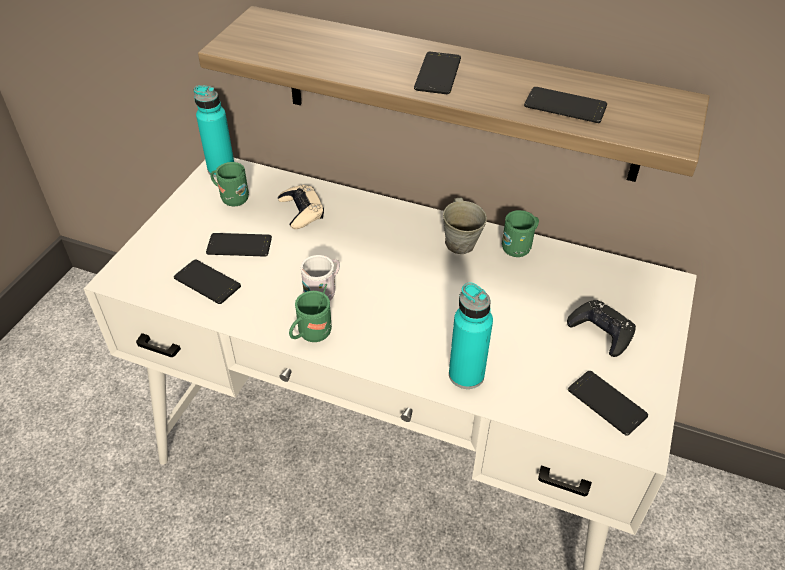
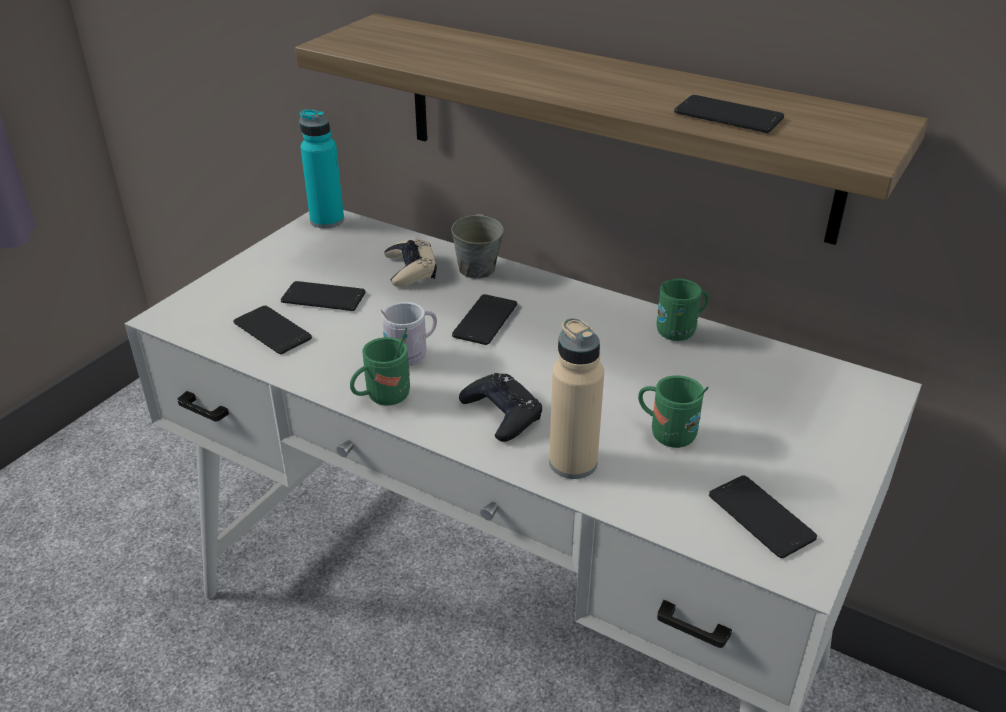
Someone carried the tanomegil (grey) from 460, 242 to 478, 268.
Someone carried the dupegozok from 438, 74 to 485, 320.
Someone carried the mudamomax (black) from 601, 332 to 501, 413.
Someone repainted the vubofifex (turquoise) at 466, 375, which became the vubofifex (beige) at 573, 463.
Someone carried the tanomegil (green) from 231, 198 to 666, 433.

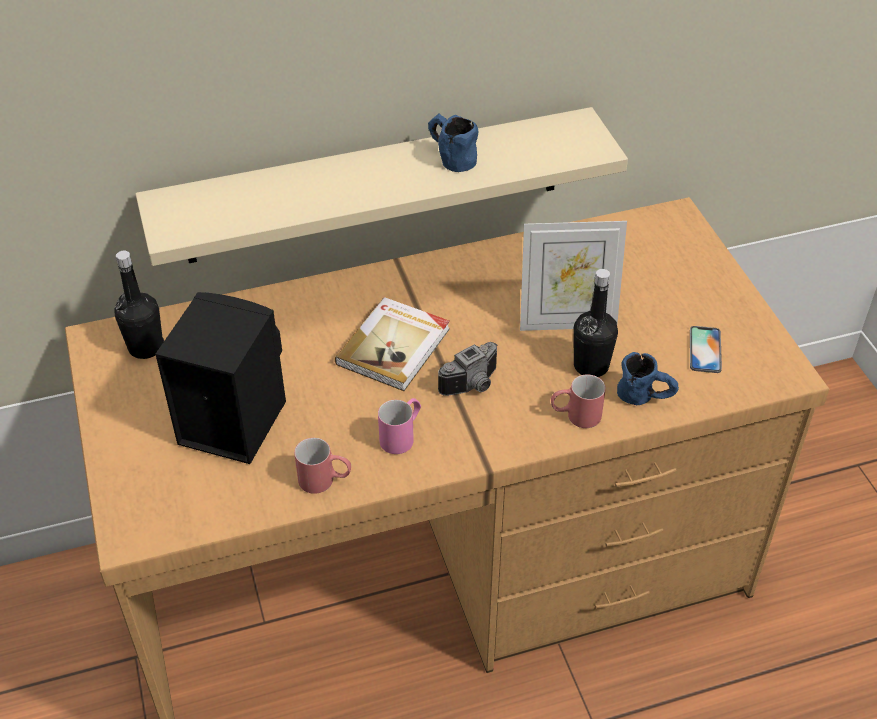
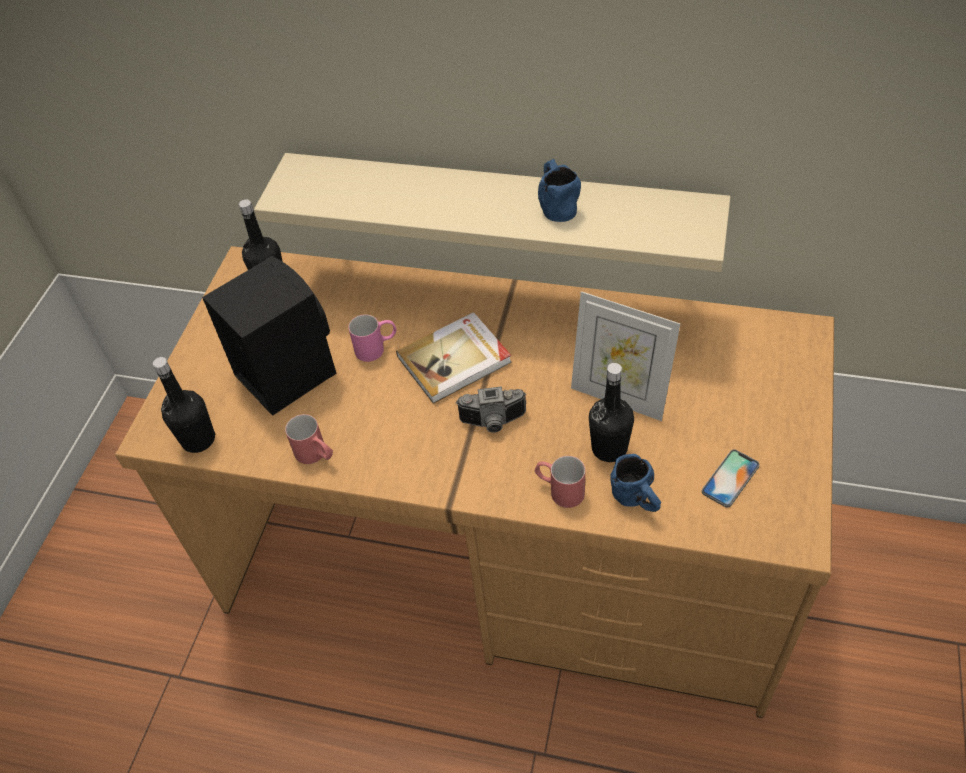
Someone put down the vubofifex (black) at 198, 439.
Someone carried the tanomegil (pink) from 402, 435 to 377, 348.

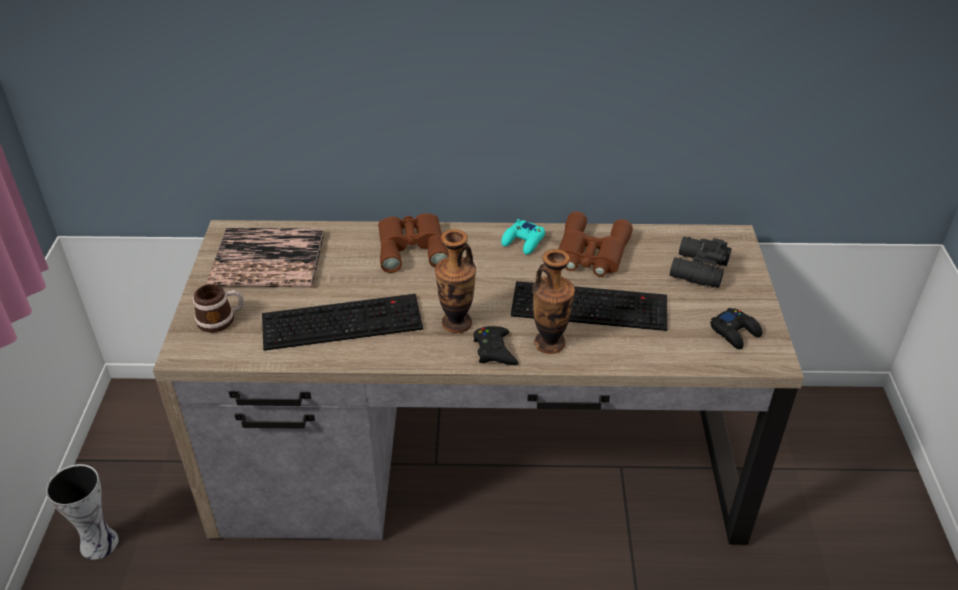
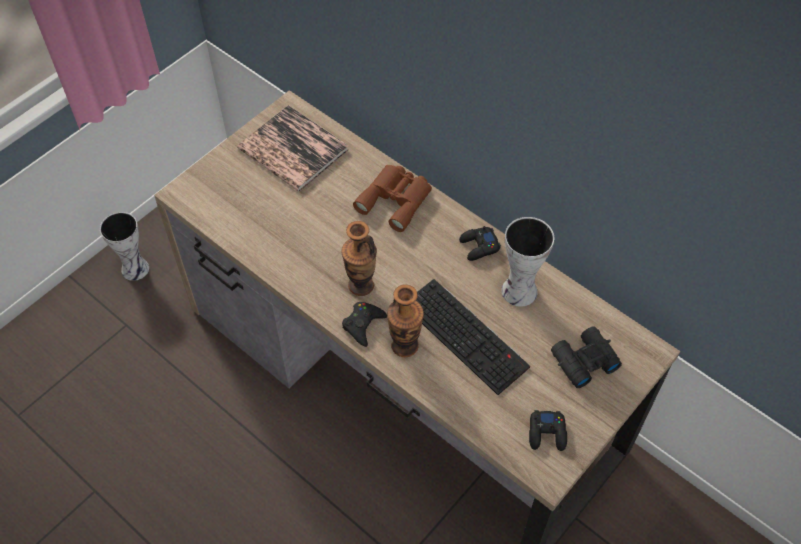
Someone repainted the mudamomax (turquoise) at 523, 241, which became the mudamomax (black) at 479, 246.
Someone swapped the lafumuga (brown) at 591, 253 for the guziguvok at 517, 291.
Someone took away the tanomegil at 221, 319.
Someone took away the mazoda at 343, 321.

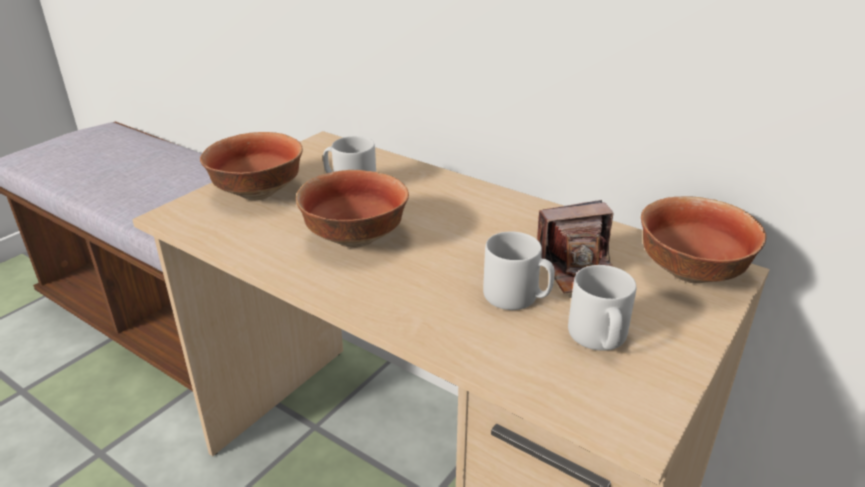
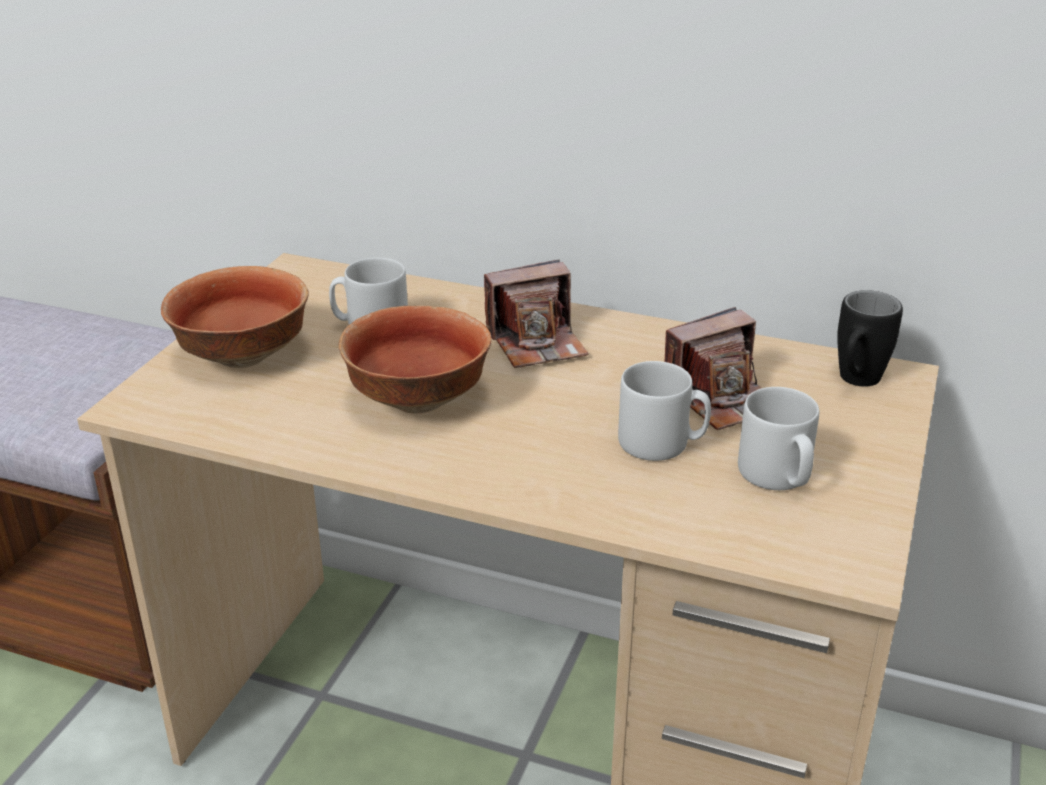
Someone put down the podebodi at 537, 343.
Someone swapped the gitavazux at 693, 272 for the tanomegil (black) at 855, 383.

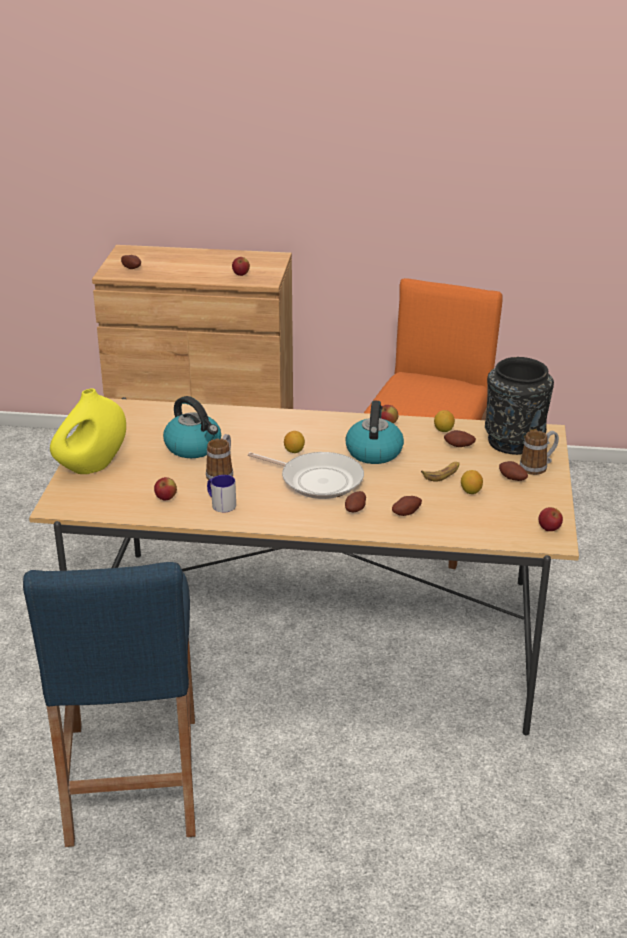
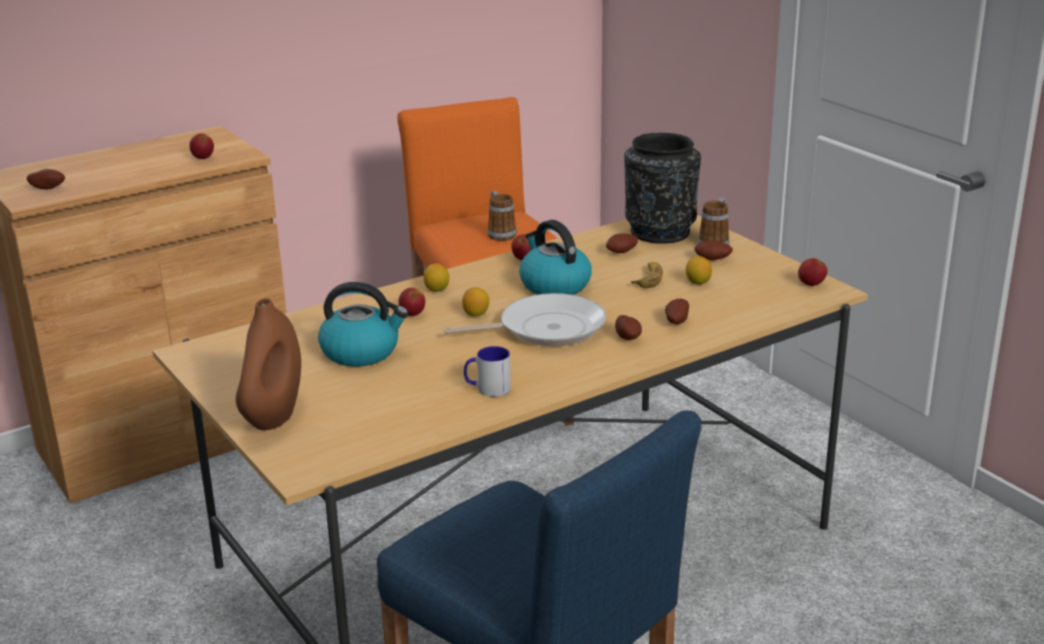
Someone repainted the guziguvok (yellow) at 92, 467, which became the guziguvok (brown) at 273, 417.
Someone carried the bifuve from 166, 498 to 412, 314.
Someone carried the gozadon from 443, 430 to 437, 290.
Someone carried the tanomegil from 222, 474 to 500, 233.

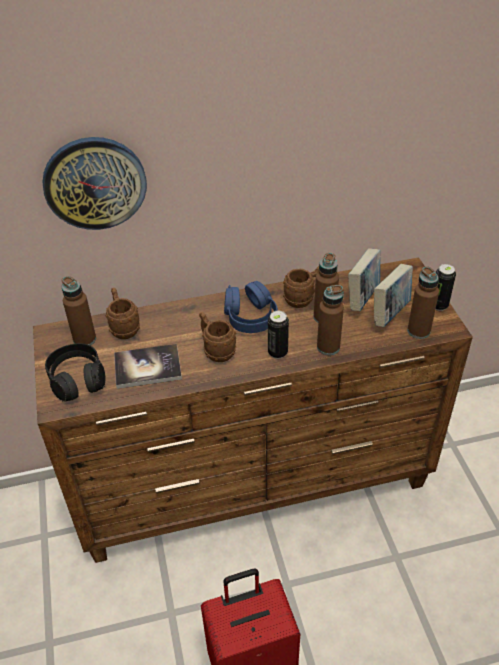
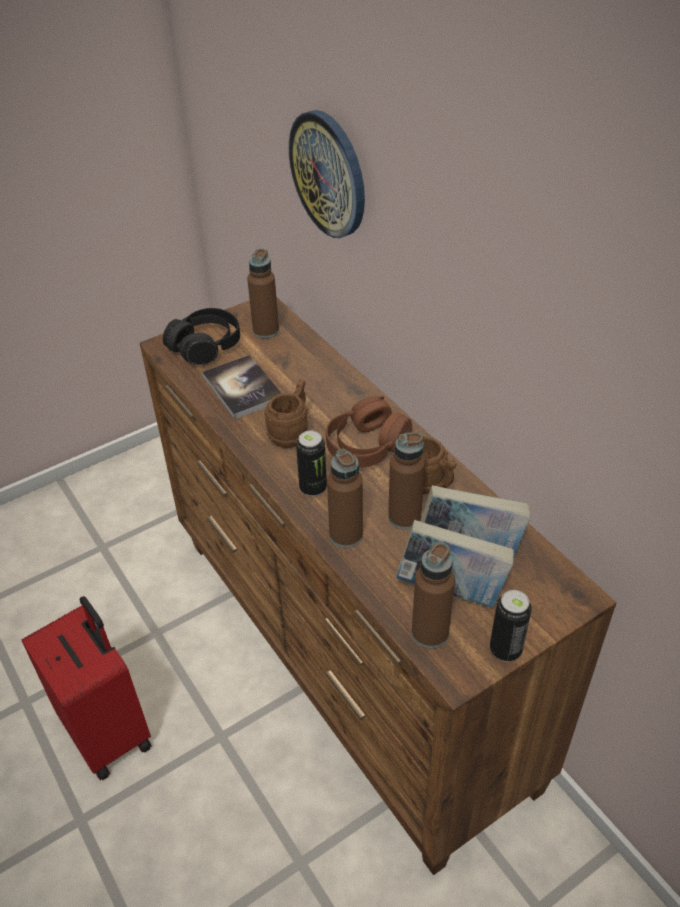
Someone repainted the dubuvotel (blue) at 250, 317, which became the dubuvotel (brown) at 367, 446.
Someone took away the tanomegil (brown) at 124, 328.

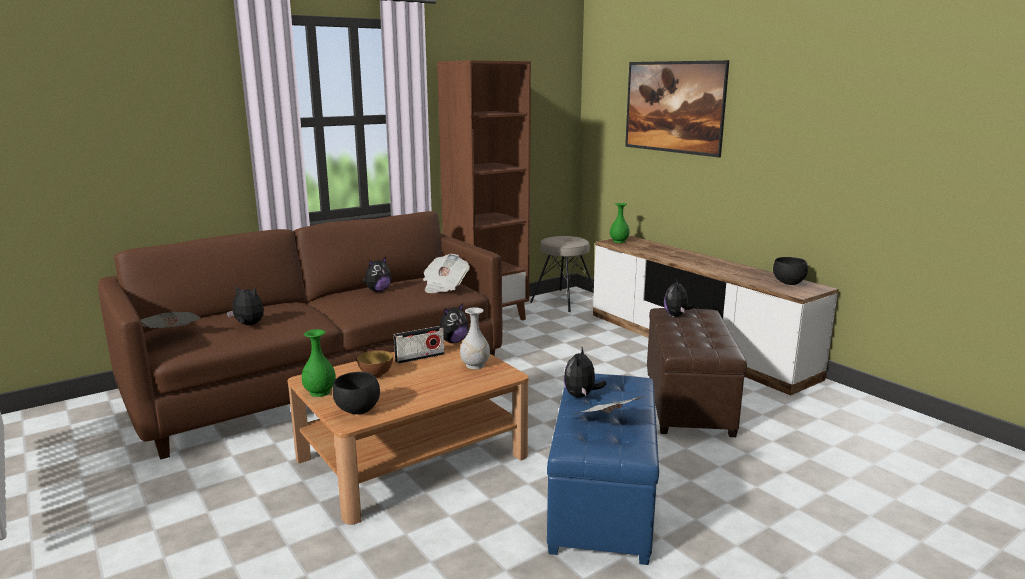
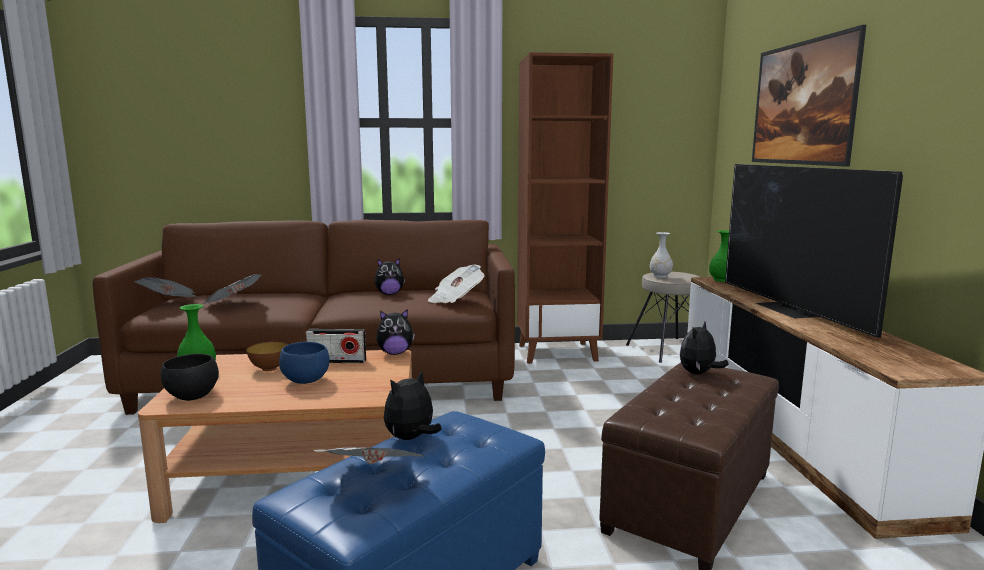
Someone swapped the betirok at 248, 325 for the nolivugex at 233, 304.
Someone put down the gitavazux (blue) at 307, 381.
Someone carried the guziguvok (white) from 474, 365 to 660, 276.
Someone put down the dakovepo at 790, 309.
Someone took away the gitavazux (black) at 789, 283.

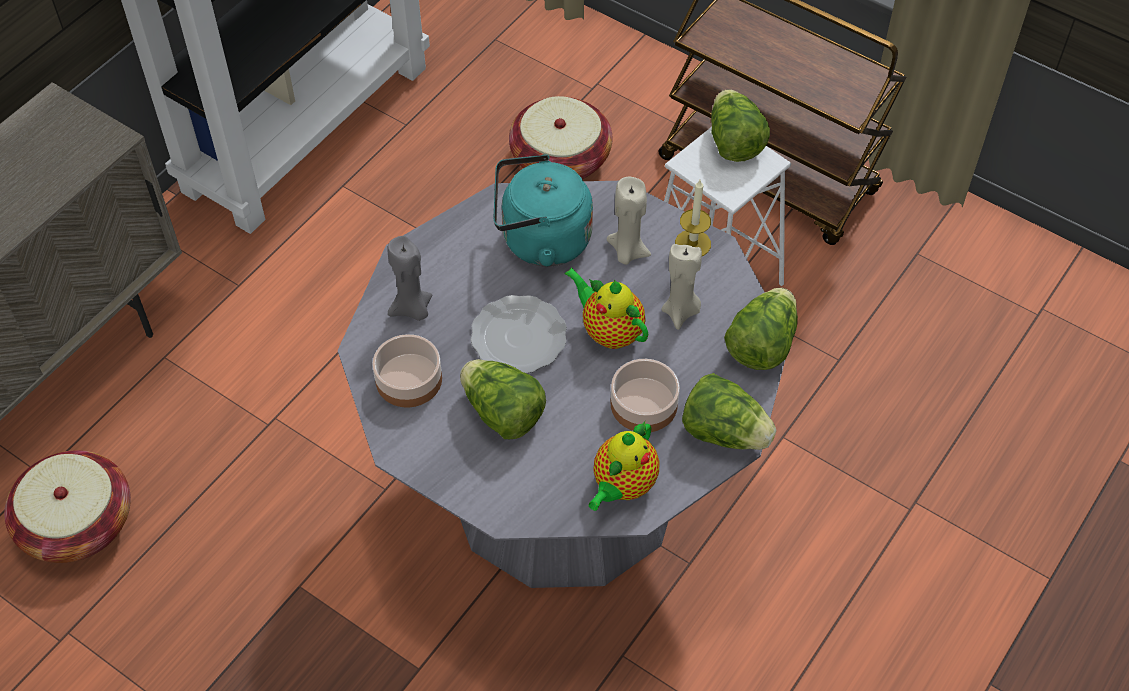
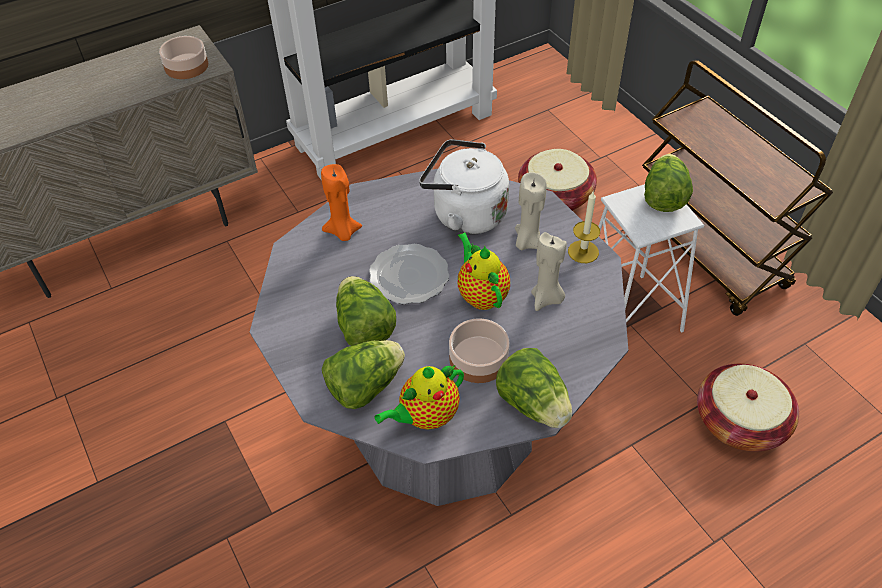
Someone carried the gitavazux from 409, 379 to 187, 66.
Someone repainted the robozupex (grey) at 412, 309, which became the robozupex (orange) at 343, 232.
Someone carried the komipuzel from 761, 345 to 365, 386.
Someone repainted the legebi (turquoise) at 540, 240, which became the legebi (white) at 464, 214.
Someone carried the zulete from 77, 523 to 739, 422.

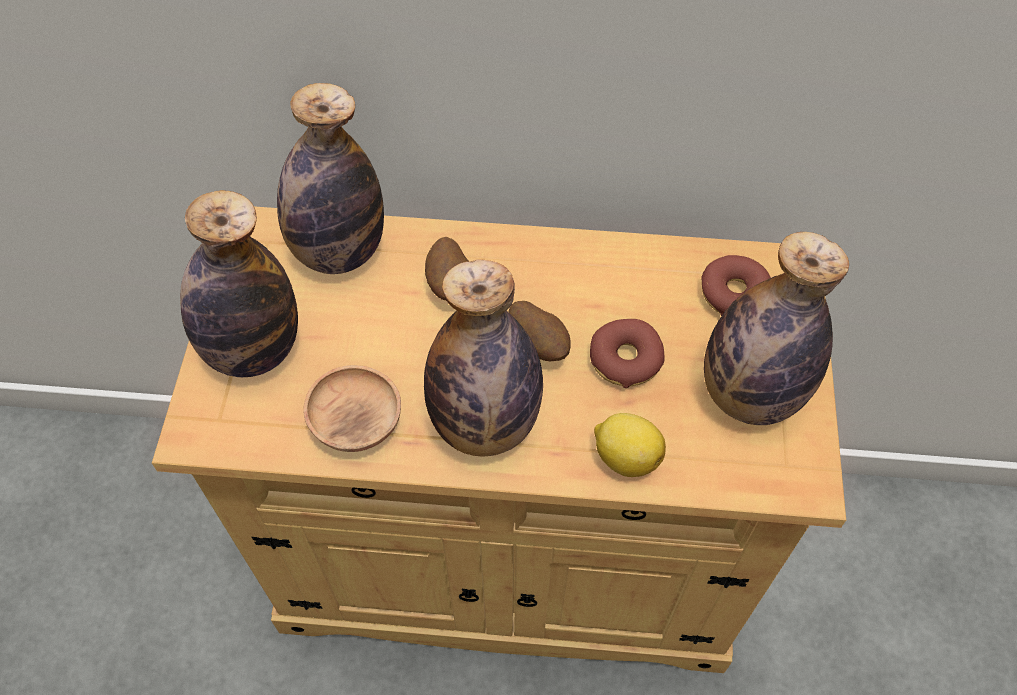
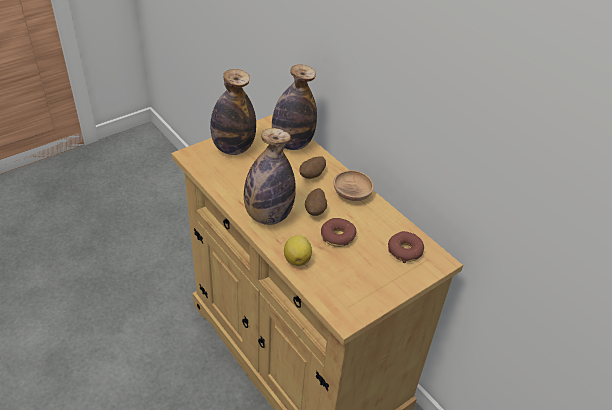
Someone carried the gitavazux (brown) from 356, 422 to 352, 194.
Someone took away the vubofifex at 749, 394.

